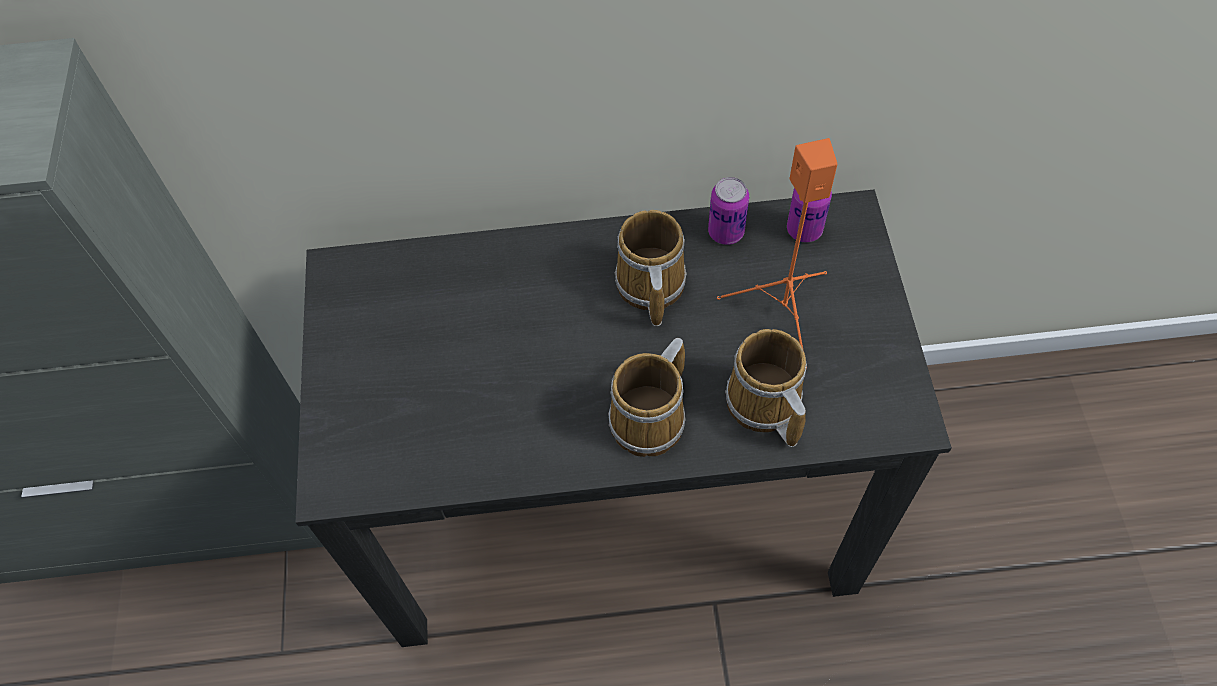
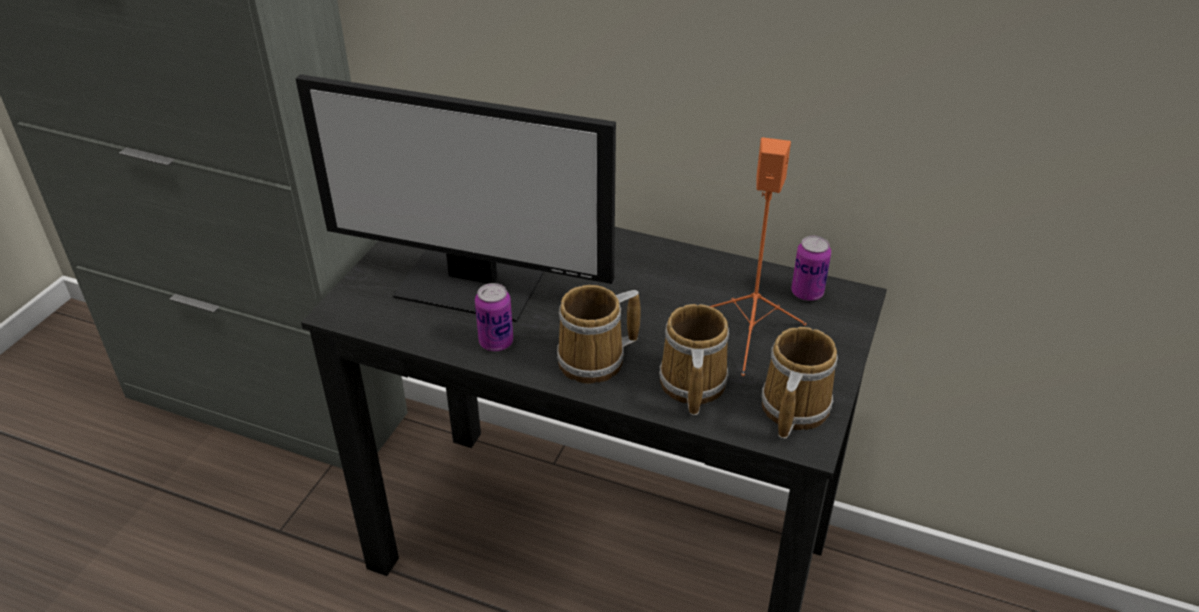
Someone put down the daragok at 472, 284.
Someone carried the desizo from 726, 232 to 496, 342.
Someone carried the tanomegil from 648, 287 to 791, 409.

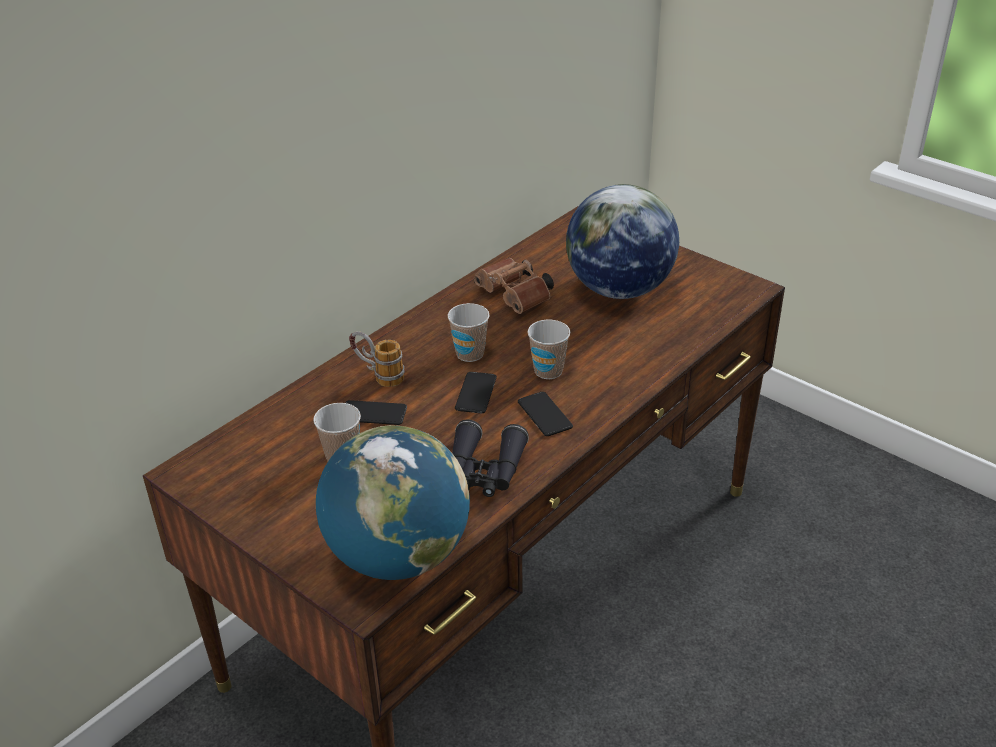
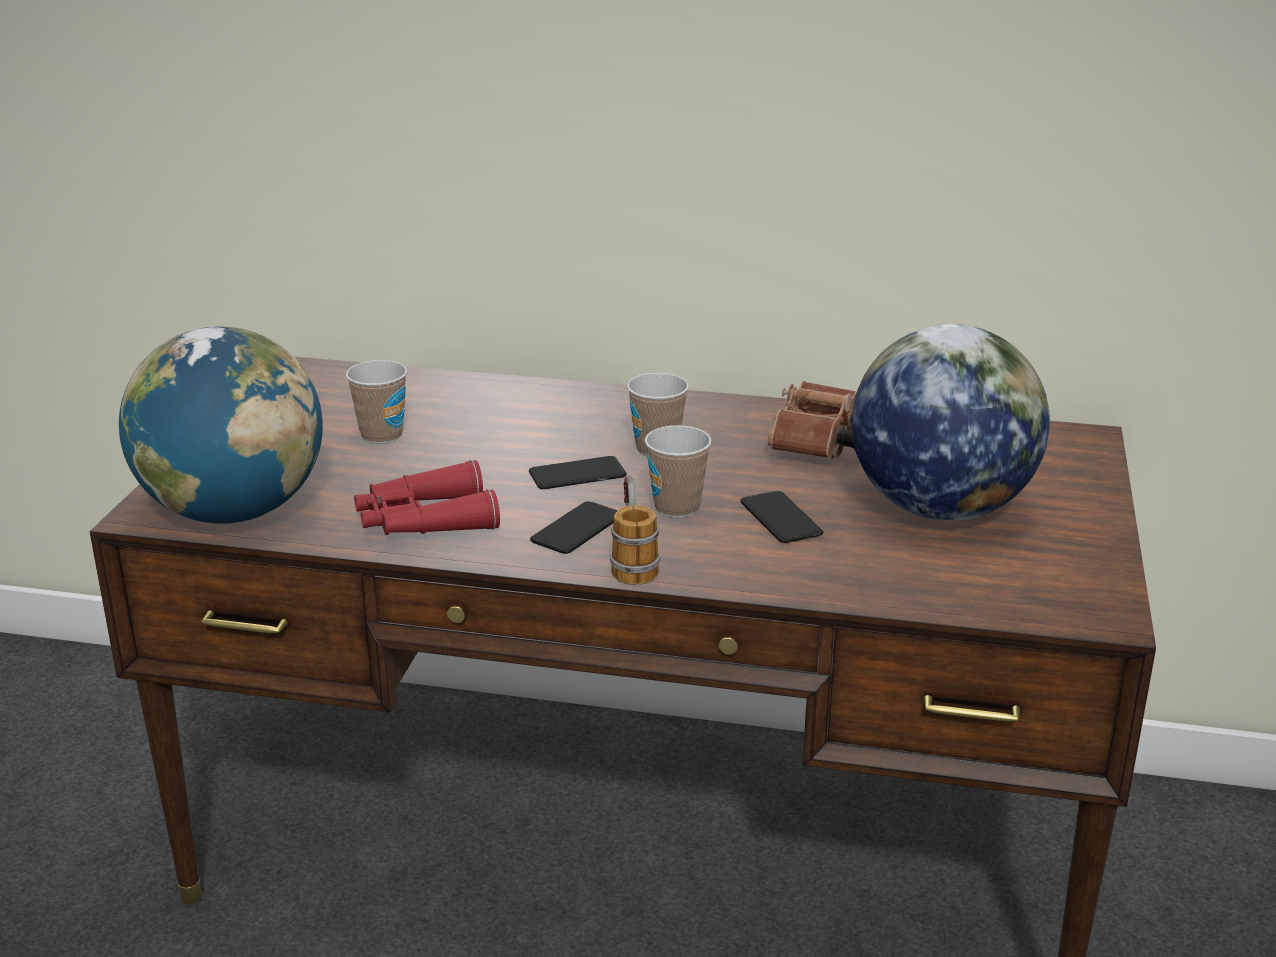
Someone repainted the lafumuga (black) at 484, 471, which became the lafumuga (red) at 425, 521.
Someone carried the tanomegil from 378, 375 to 632, 561.
Someone carried the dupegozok from 373, 414 to 780, 518.

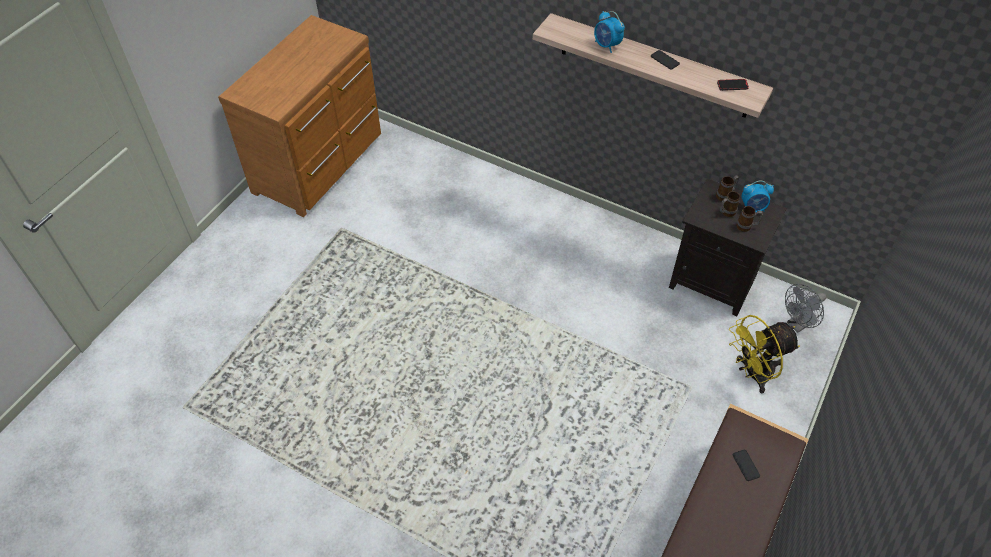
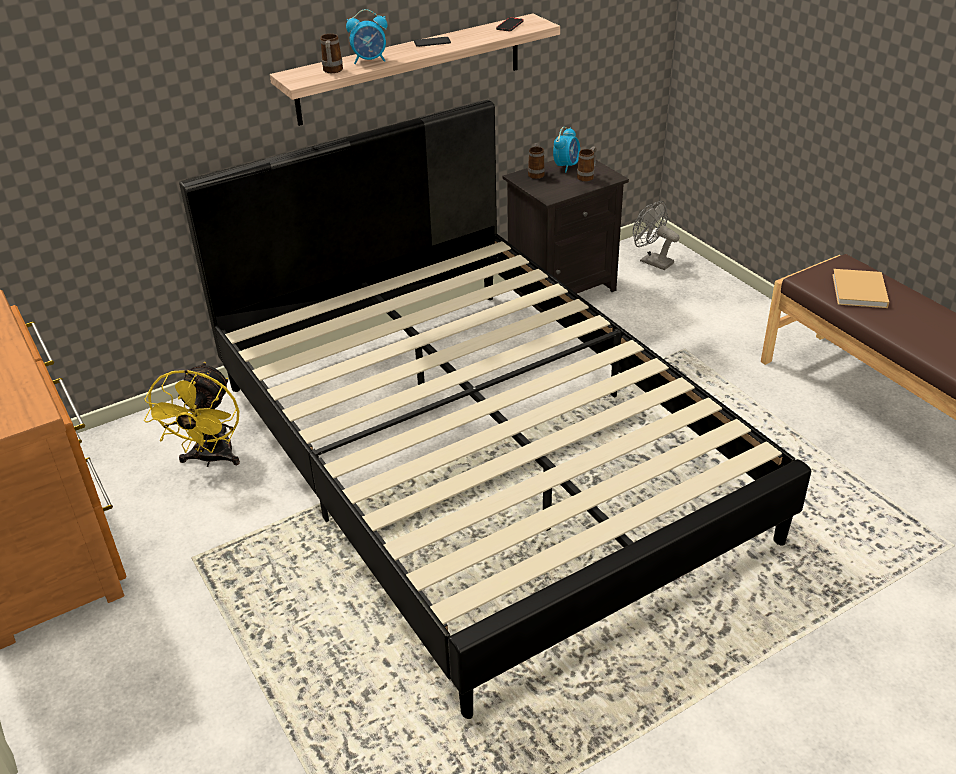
Someone carried the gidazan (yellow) from 752, 374 to 211, 459.
Someone put down the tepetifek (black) at 480, 455.
Someone carried the tanomegil from 726, 213 to 332, 71.
Someone rotated the gidazan (grey) at 798, 324 by 135 degrees clockwise.
Someone swapped the dupegozok at 746, 465 for the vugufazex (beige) at 859, 292.

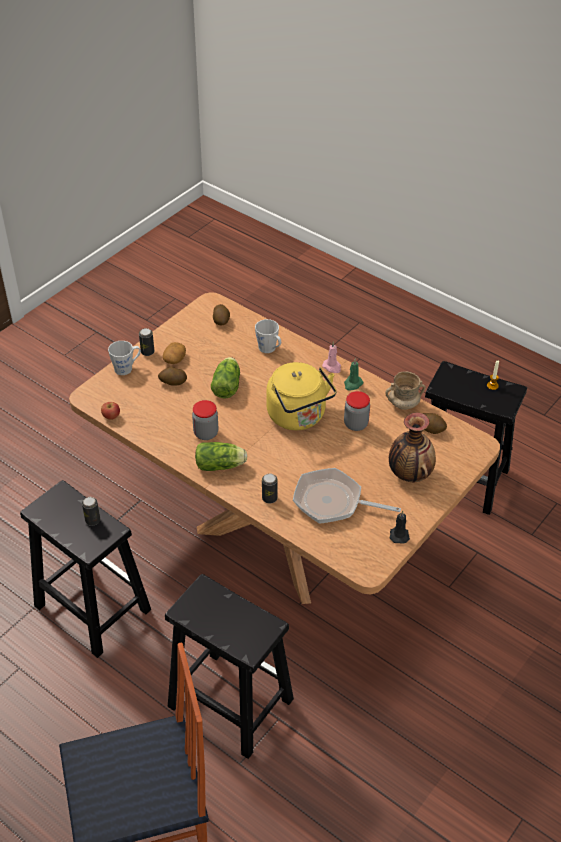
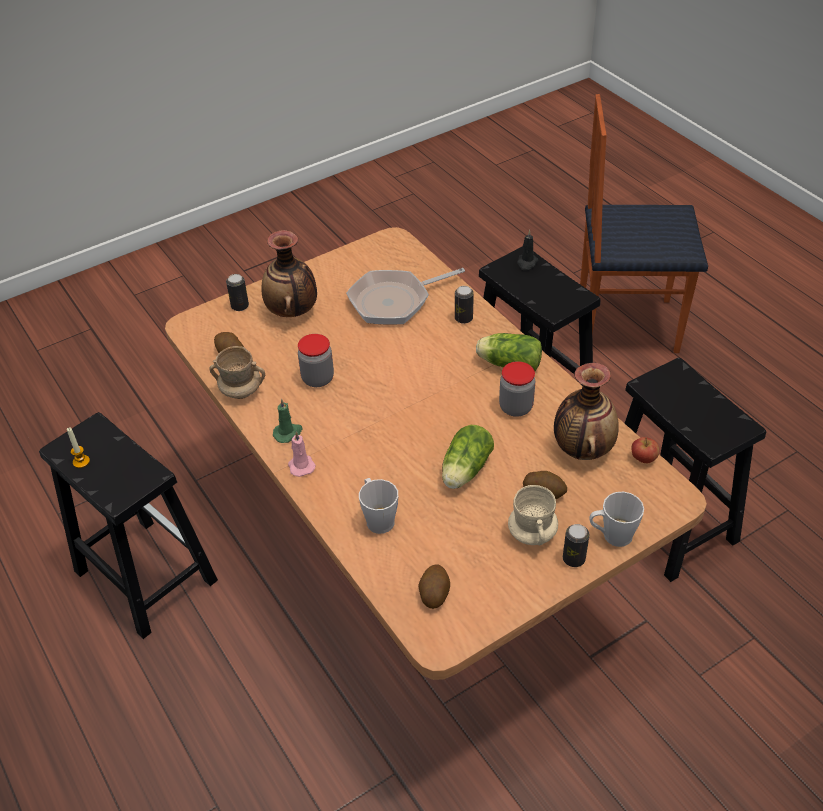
Someone carried the desizo from 92, 520 to 240, 306.
Someone rotated the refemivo at 333, 502 by 120 degrees clockwise.
Someone swapped the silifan at 174, 359 for the tanomegil (beige) at 532, 534.
Someone carried the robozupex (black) from 399, 535 to 527, 263.
Someone put down the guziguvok at 582, 448.
Someone took away the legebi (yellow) at 299, 417.

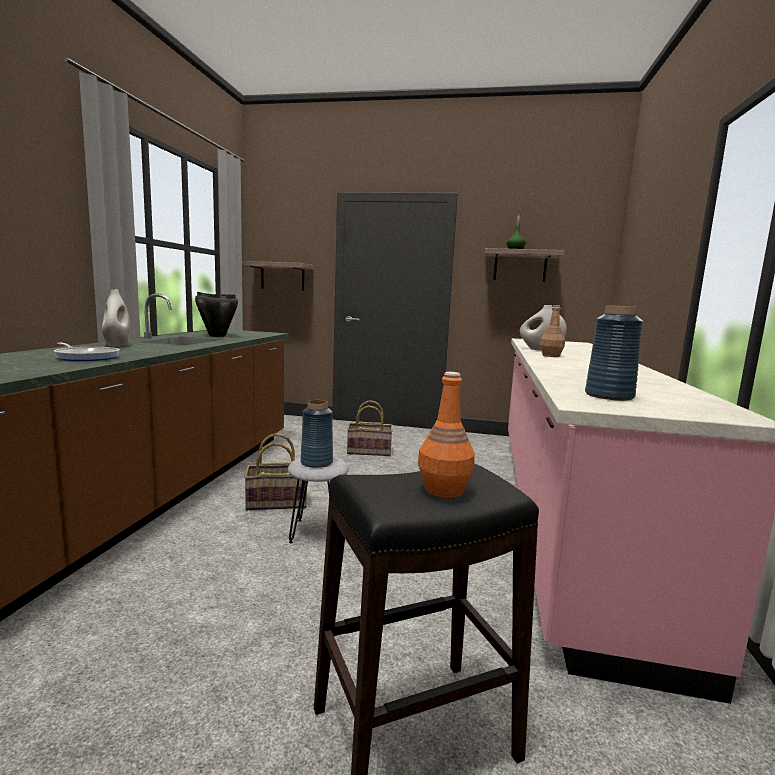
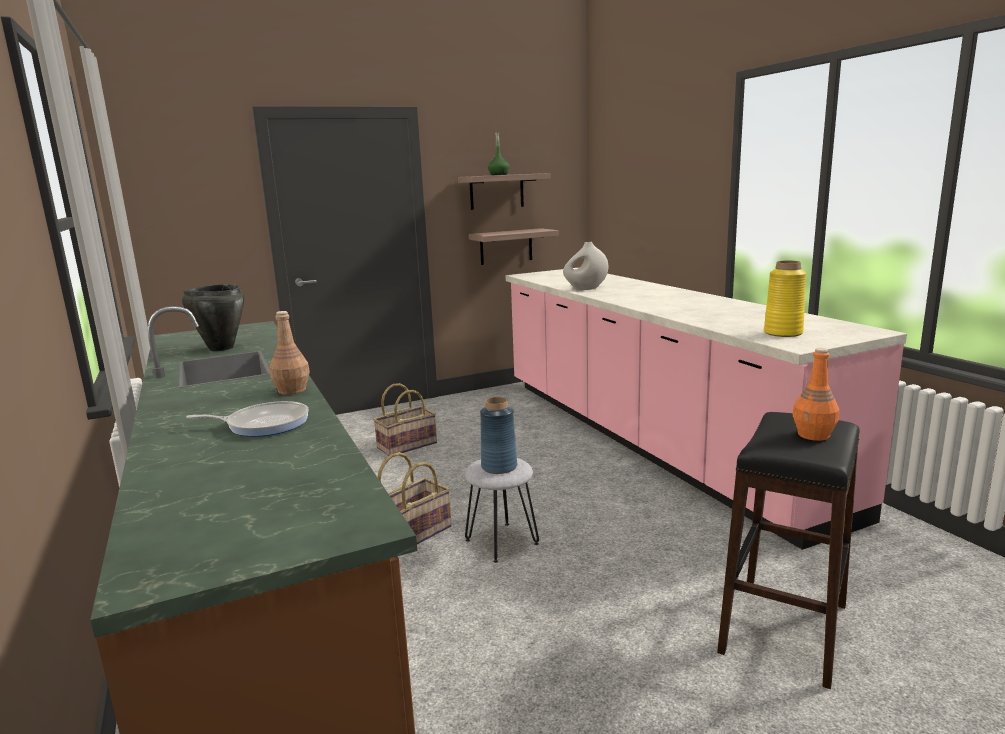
Someone carried the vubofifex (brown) from 550, 356 to 292, 390.
Someone carried the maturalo from 282, 276 to 506, 246.
Someone repainted the guziguvok (blue) at 608, 396, which became the guziguvok (yellow) at 783, 333.
Someone took away the guziguvok (white) at 117, 345.

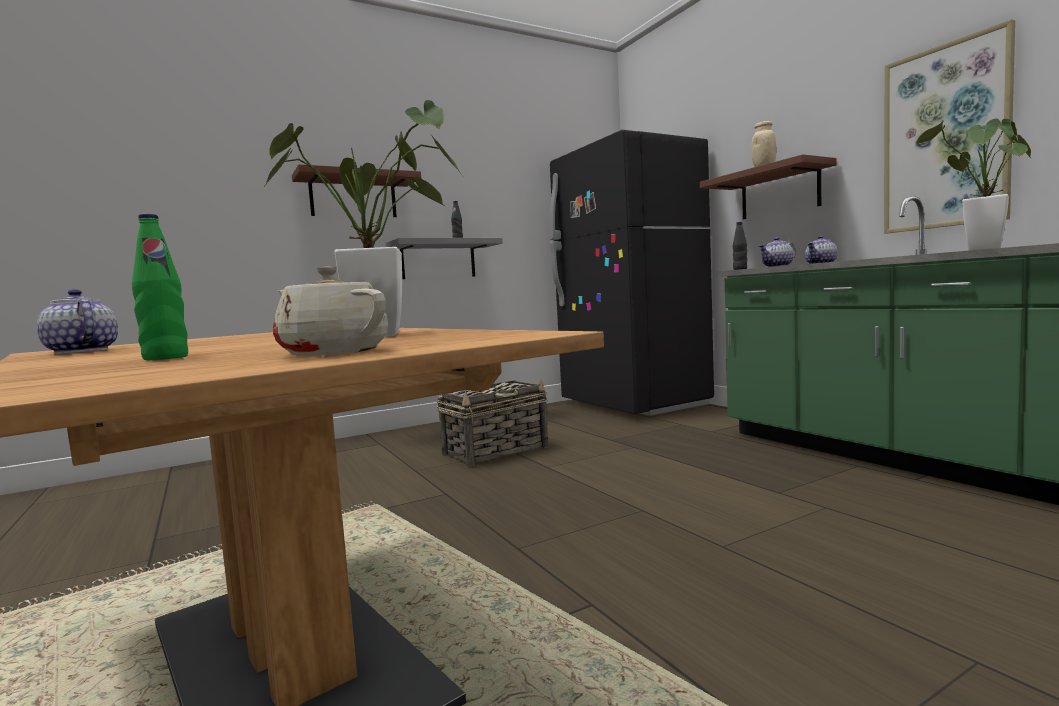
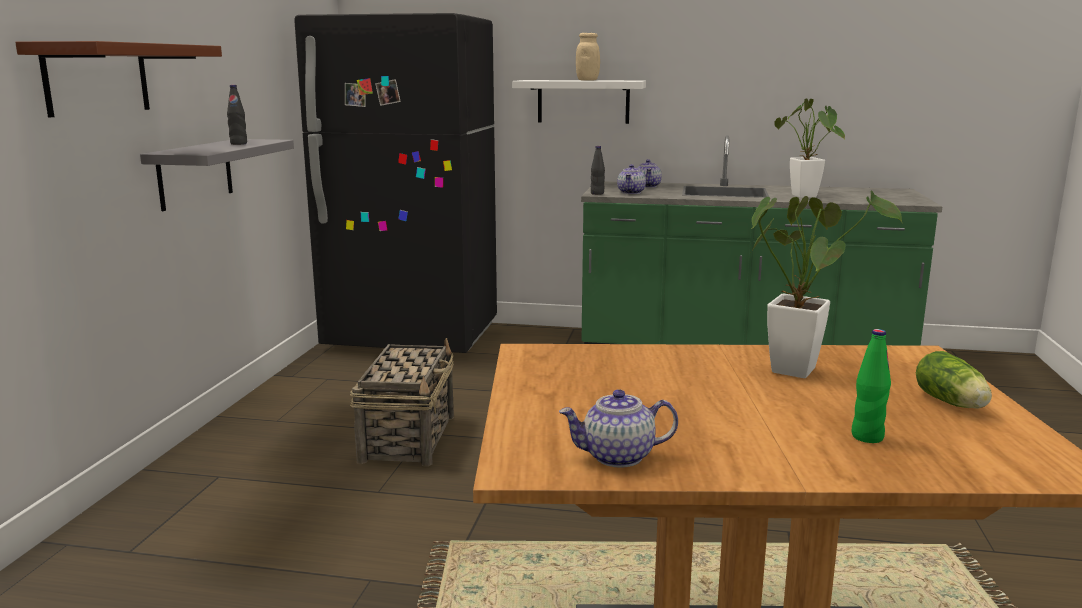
Someone repainted the maturalo (brown) at 779, 192, which became the maturalo (white) at 583, 101.
Someone swapped the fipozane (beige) at 333, 352 for the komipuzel at 952, 403.
Someone took away the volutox at 945, 137.

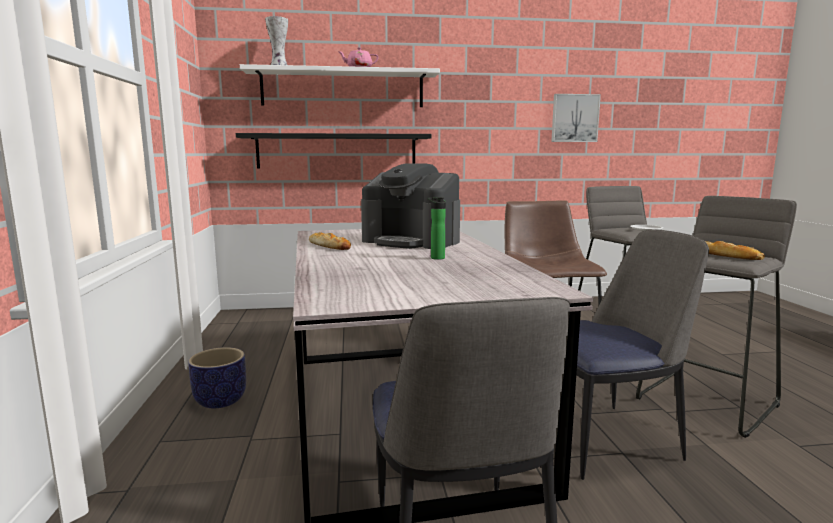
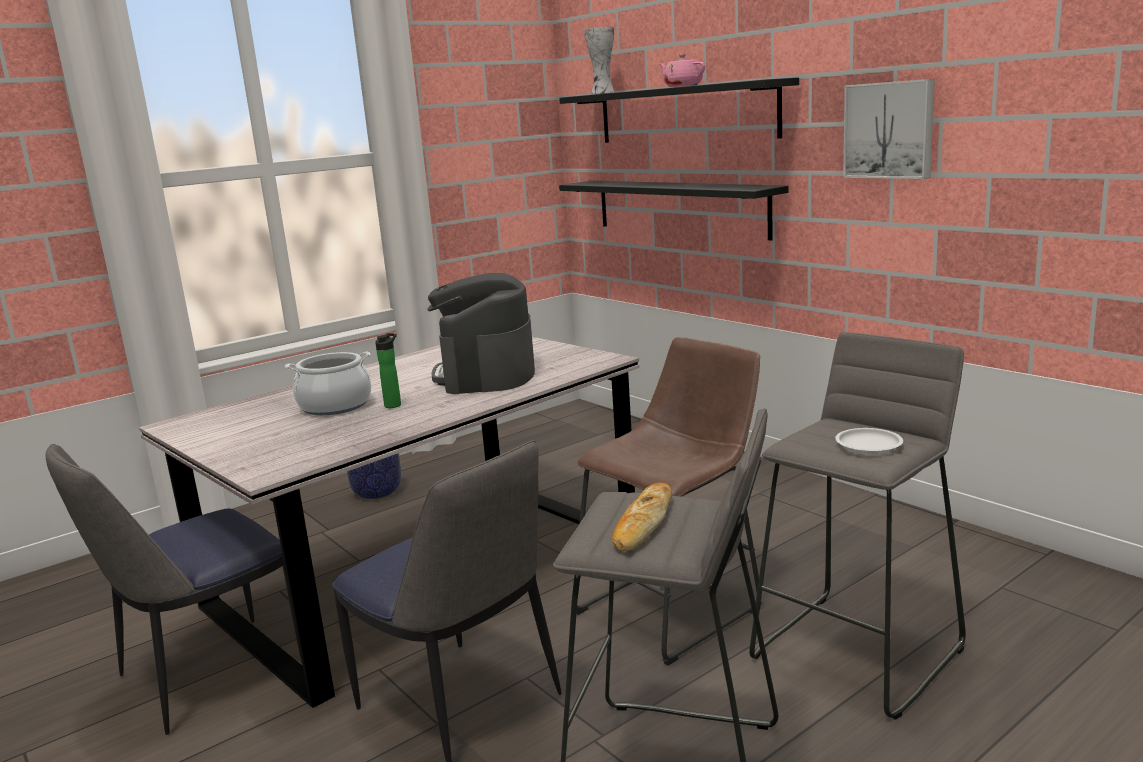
Someone put down the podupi at 335, 406.
Someone repainted the maturalo (white) at 343, 89, which became the maturalo (black) at 684, 114.
Someone carried the volutox from 574, 118 to 889, 130.
Someone took away the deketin at 329, 246.

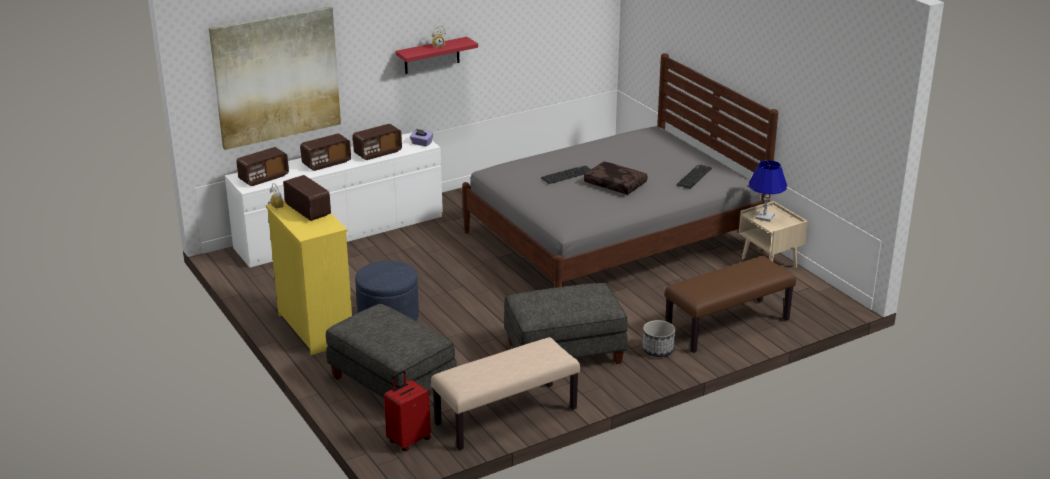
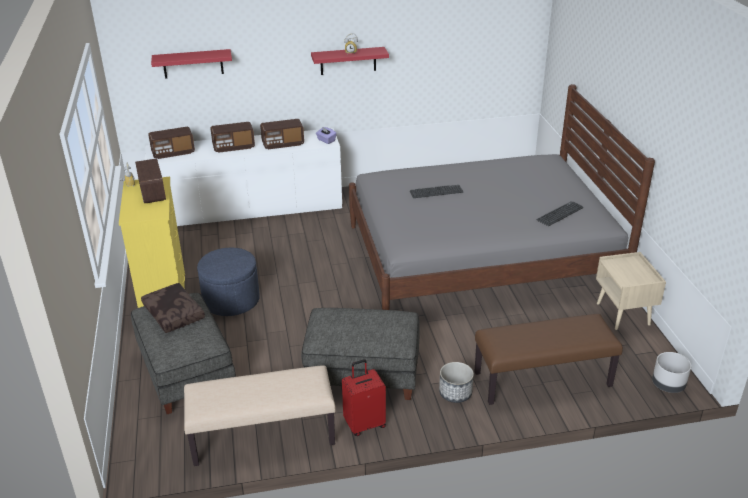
Someone carried the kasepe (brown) from 616, 184 to 175, 313.
Someone swapped the volutox at 276, 77 for the maturalo (red) at 193, 64.
Someone carried the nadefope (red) from 408, 440 to 364, 424.
Someone put down the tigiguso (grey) at 668, 385.
Someone took away the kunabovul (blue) at 764, 217.

